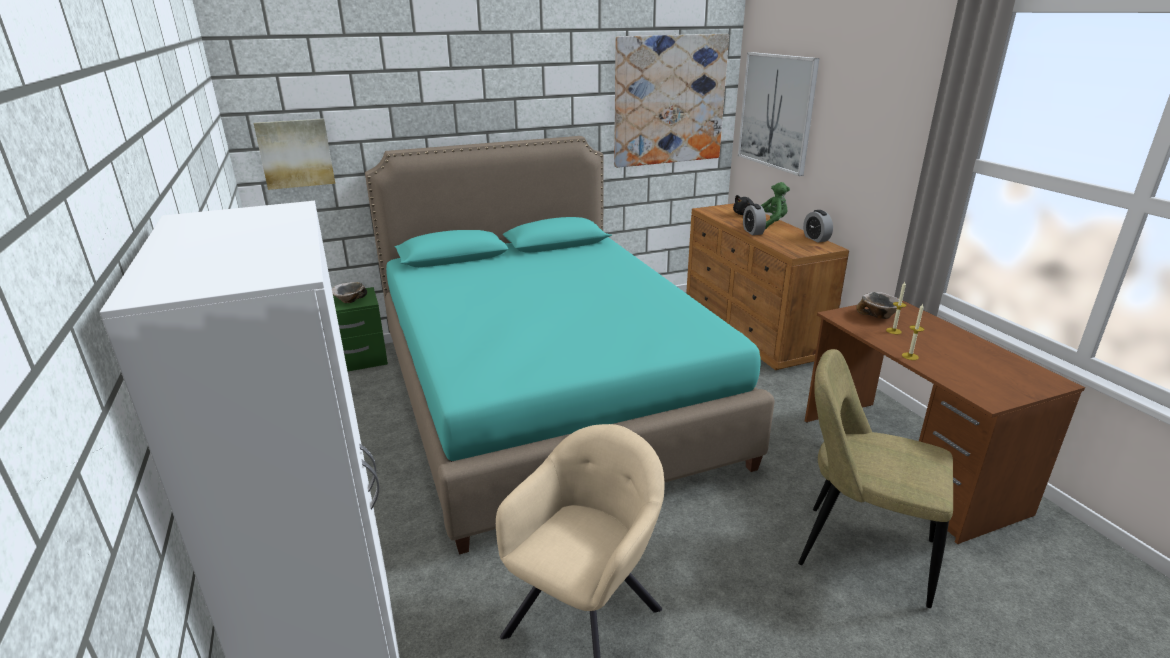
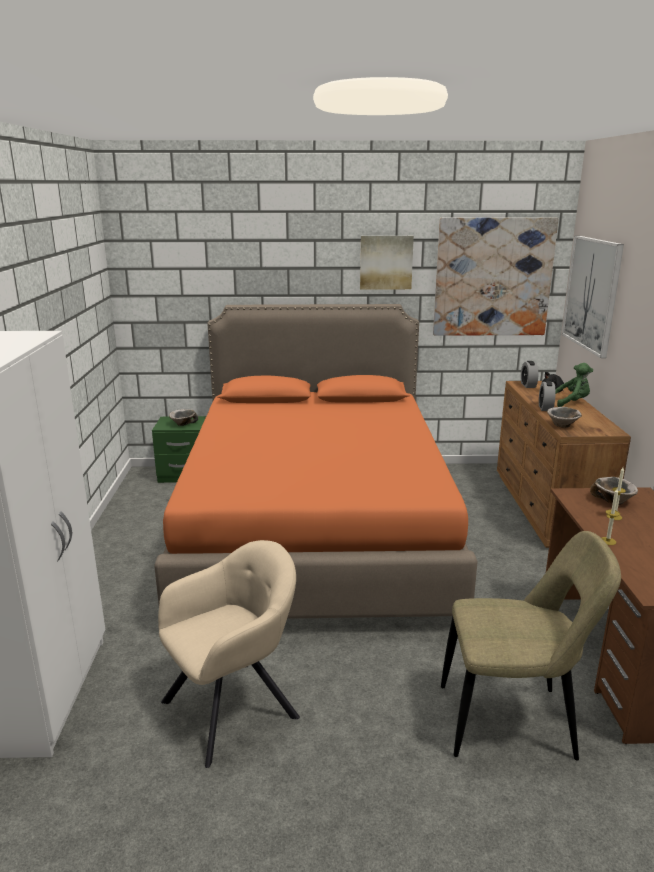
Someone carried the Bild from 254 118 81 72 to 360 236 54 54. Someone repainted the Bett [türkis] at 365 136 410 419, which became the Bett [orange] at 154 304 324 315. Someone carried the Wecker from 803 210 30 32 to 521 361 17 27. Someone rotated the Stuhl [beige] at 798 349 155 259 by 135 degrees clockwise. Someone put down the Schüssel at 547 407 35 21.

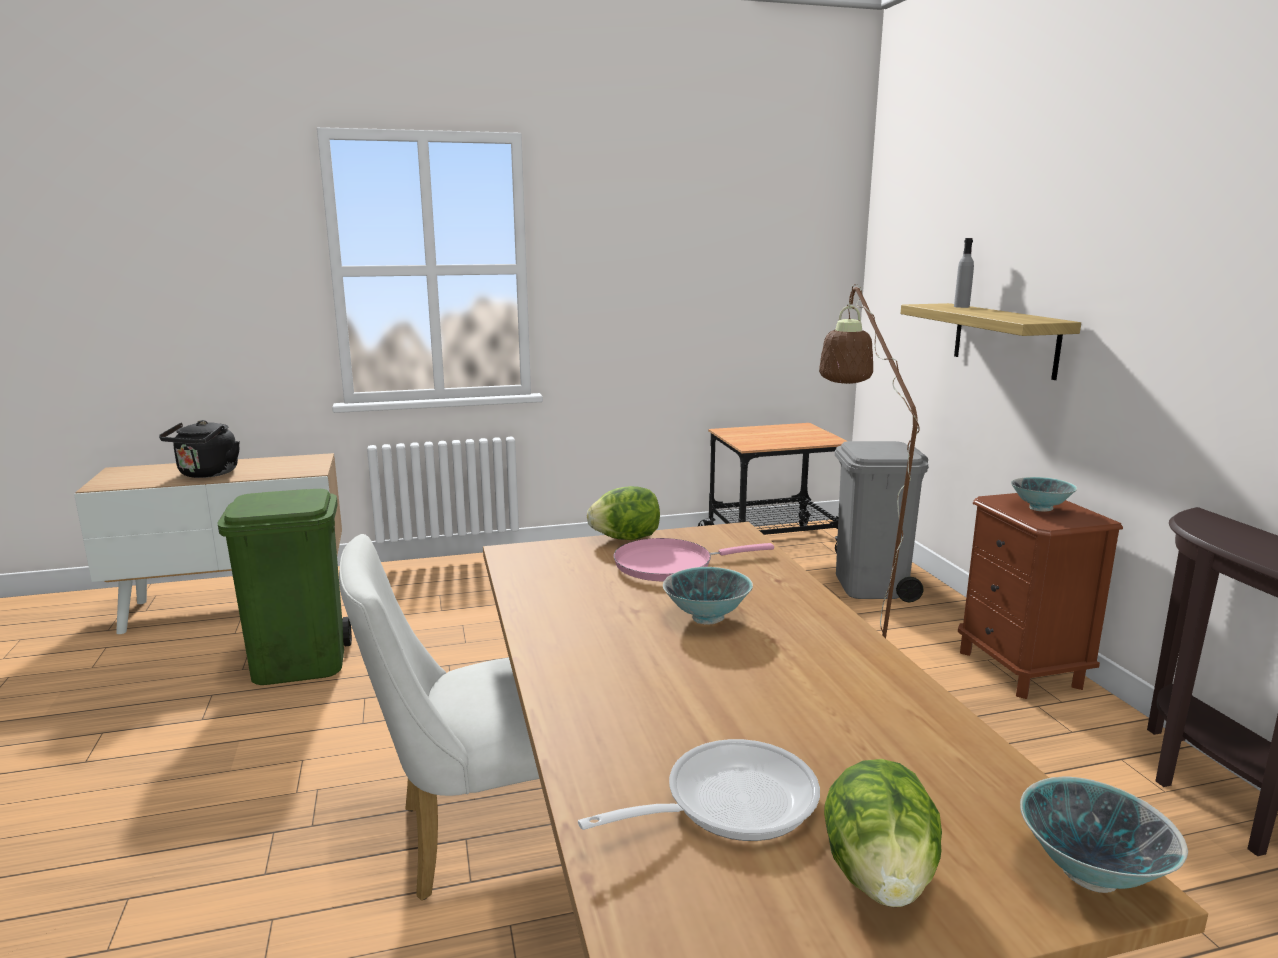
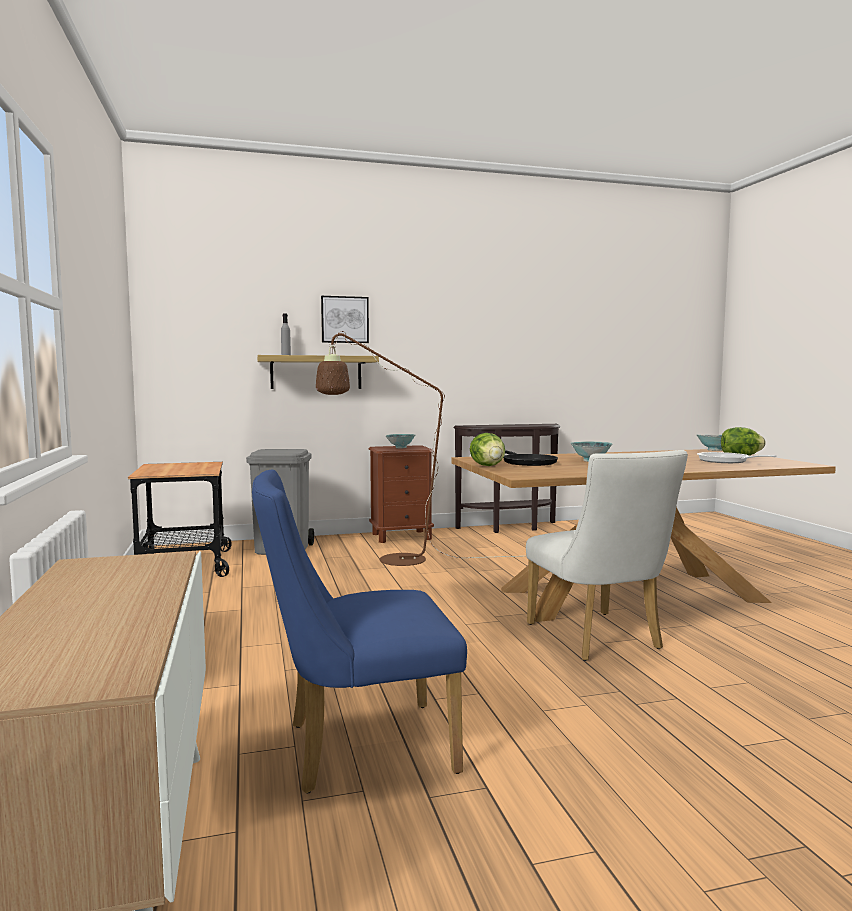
Someone took away the Wasserkessel [schwarz] at 159 420 81 58. Someone swapped the Mülleimer [grün] at 218 489 134 196 for the Stuhl [blau] at 252 469 215 324. Someone repainted the Pfanne [rosa] at 614 538 160 43, which became the Pfanne [schwarz] at 503 450 55 16. Someone put up the Bild at 321 296 48 47.

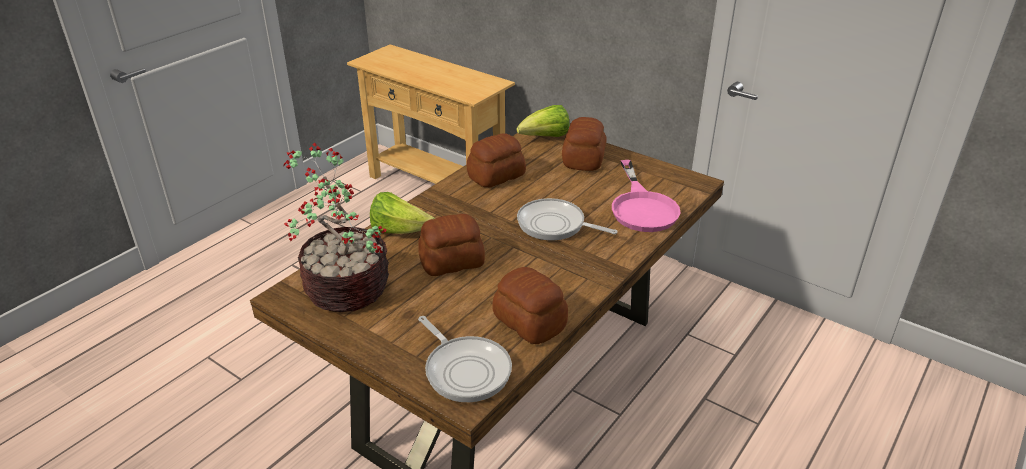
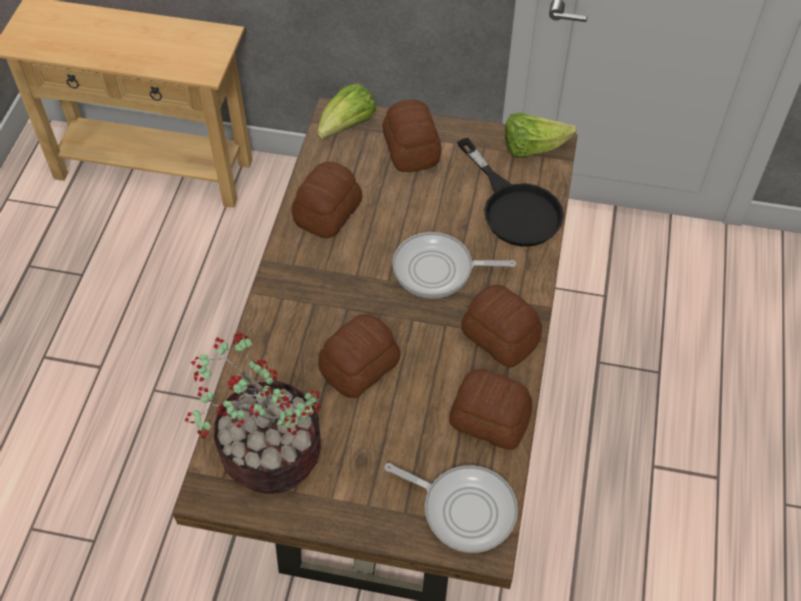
Someone repainted the Pfanne [rosa] at 612 160 69 72, which became the Pfanne [schwarz] at 457 138 107 109. Someone carried the Salatkopf from 370 192 66 42 to 505 112 72 46. Someone put down the Brot at 461 285 81 82.

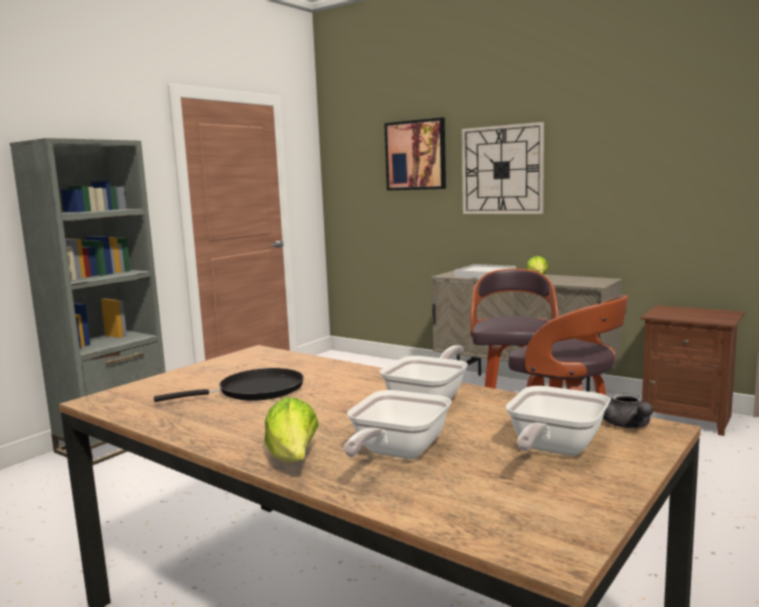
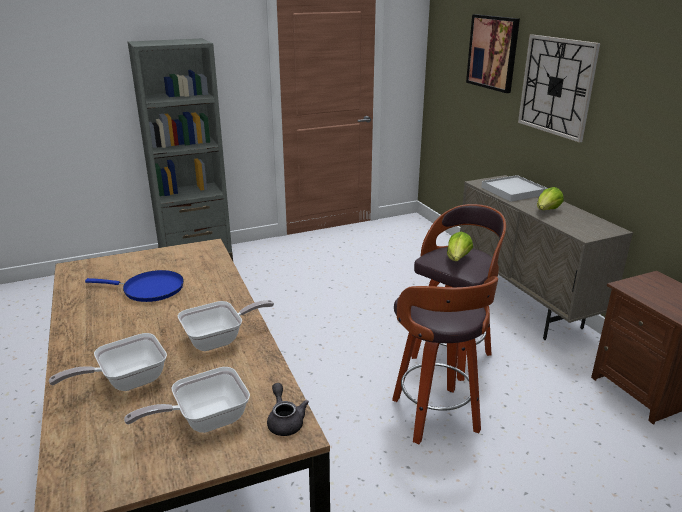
Someone repainted the Pfanne [schwarz] at 154 368 150 34, which became the Pfanne [blau] at 85 270 99 32. Someone rotated the Teekanne [grau] at 603 393 50 35 by 135 degrees clockwise. Someone carried the Salatkopf from 264 397 55 65 to 447 232 26 29.

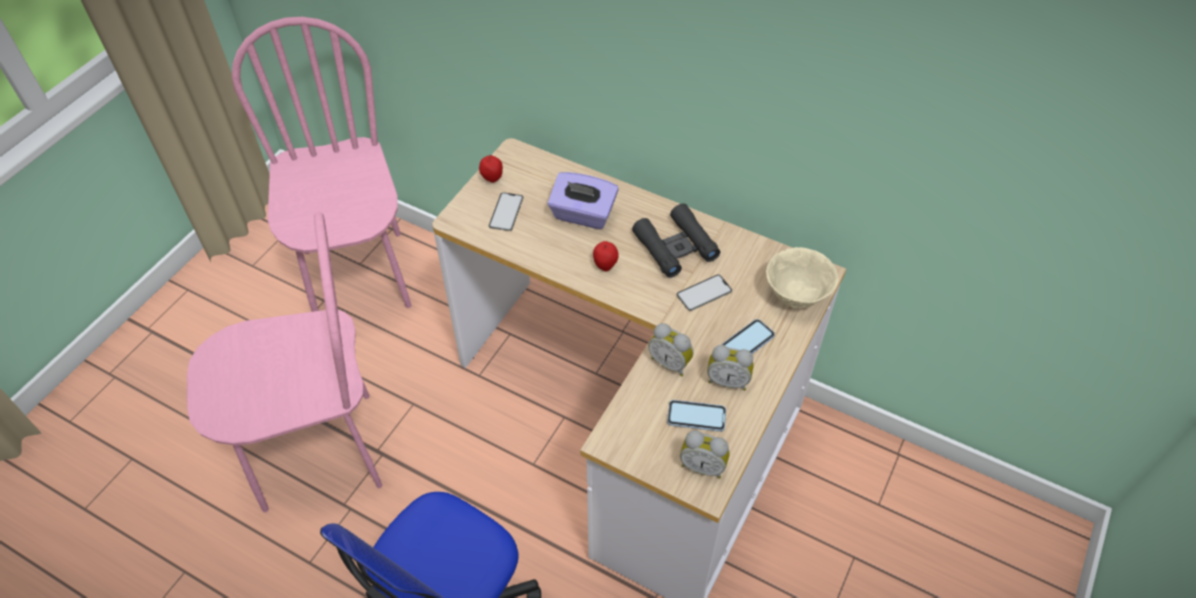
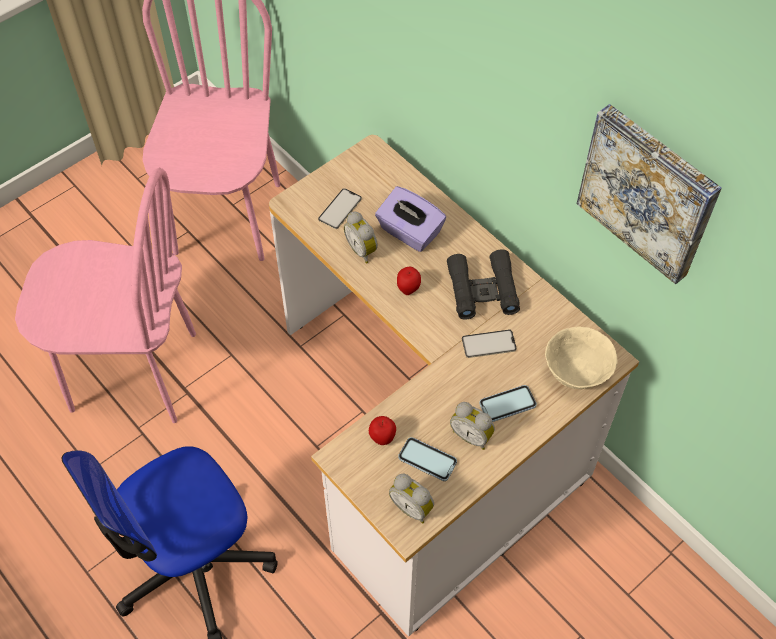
Someone carried the Apfel from 479 155 24 28 to 369 416 27 29. Someone carried the Wecker from 648 323 46 53 to 344 212 34 52. Someone put up the Bild at 577 104 145 180.

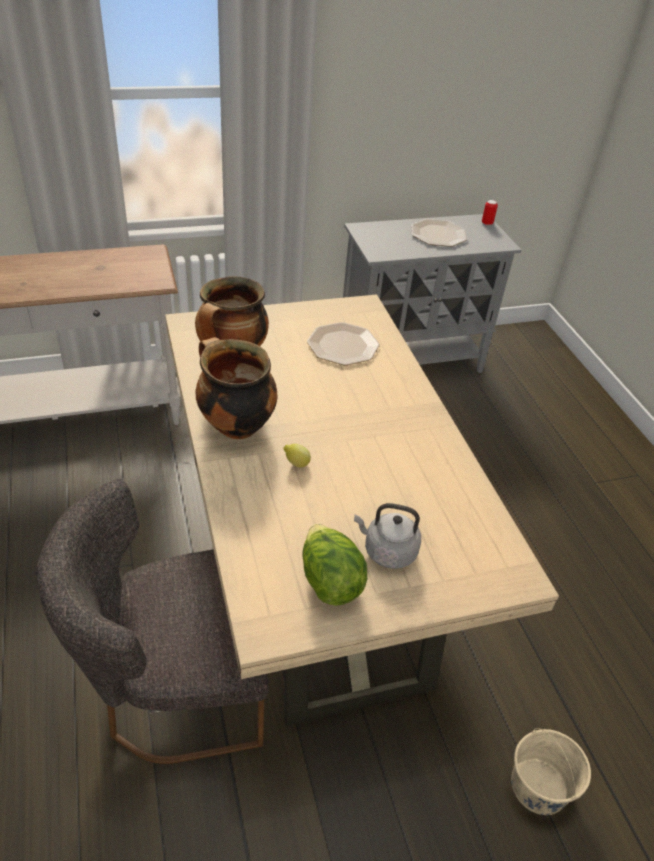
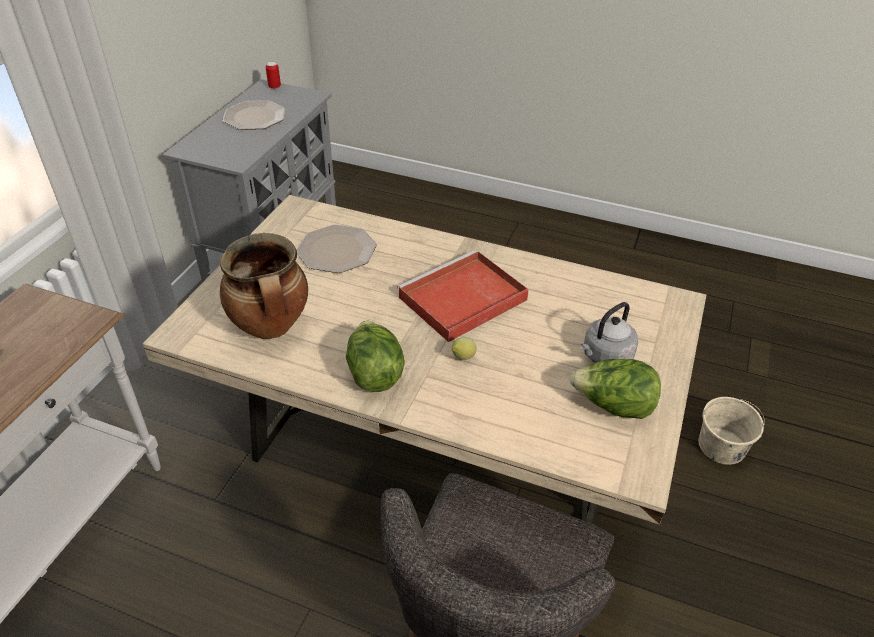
Someone swapped the Kochtopf at 195 337 82 102 for the Salatkopf at 346 321 59 71. Someone put down the Tablett [rot] at 397 250 132 92.

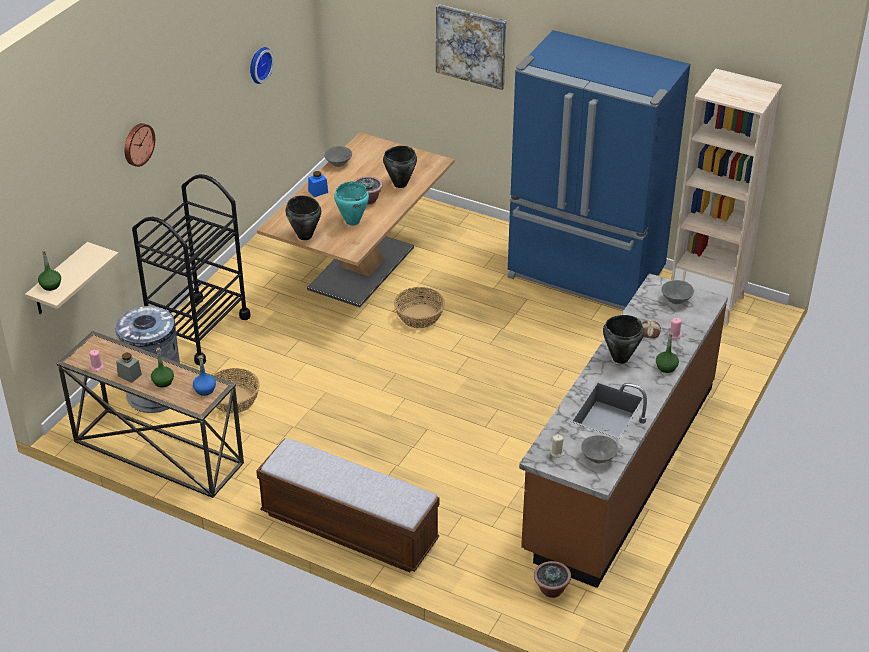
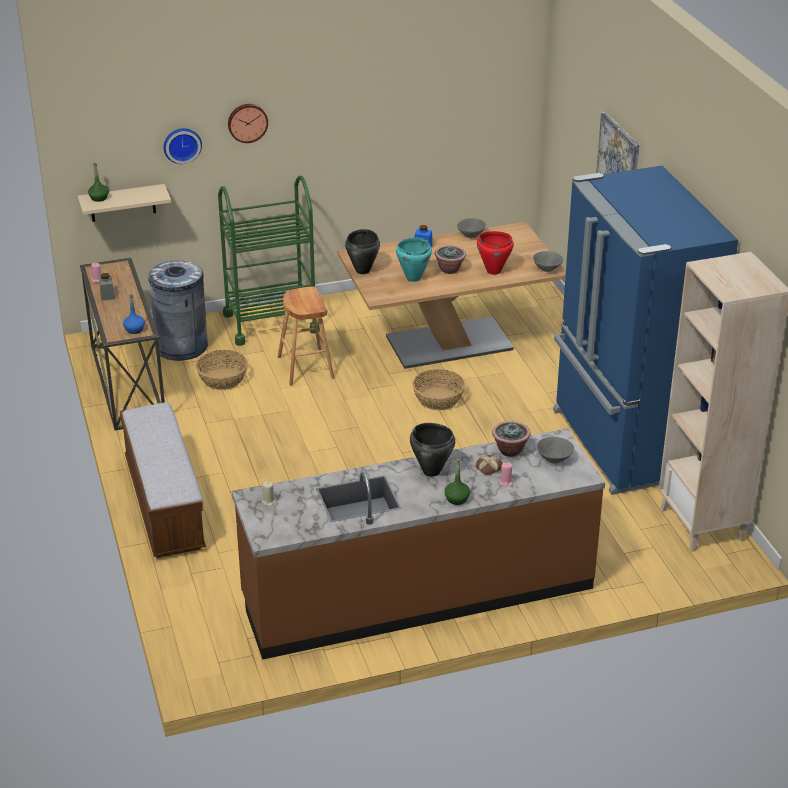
Someone carried the Wanduhr from 250 47 24 37 to 164 128 38 36. Someone repainted the Kochtopf [schwarz] at 383 146 34 42, which became the Kochtopf [rot] at 477 231 37 44. Someone repainted the Rollwagen [schwarz] at 132 174 119 191, which became the Rollwagen [grün] at 218 176 102 170. Someone took away the Flasche [grün] at 151 347 23 40. Someone carried the Schüssel [grau] from 581 435 37 28 to 533 251 31 21. Someone carried the Topfpflanze from 534 561 37 37 to 492 421 38 36. Someone put down the Hocker [braun] at 278 286 56 100.

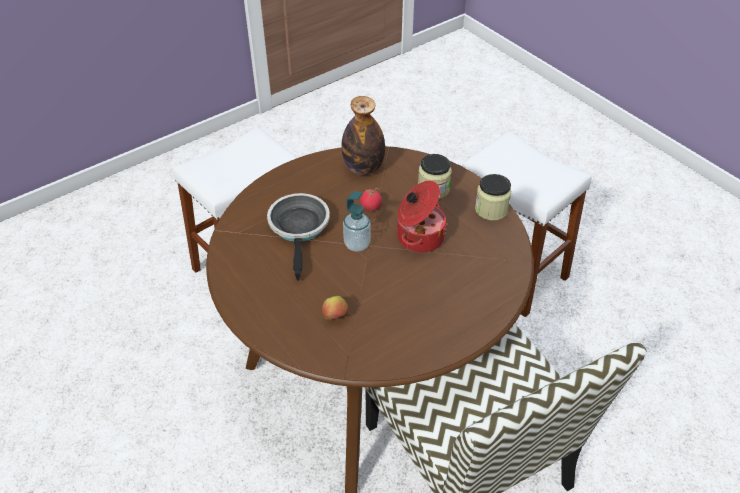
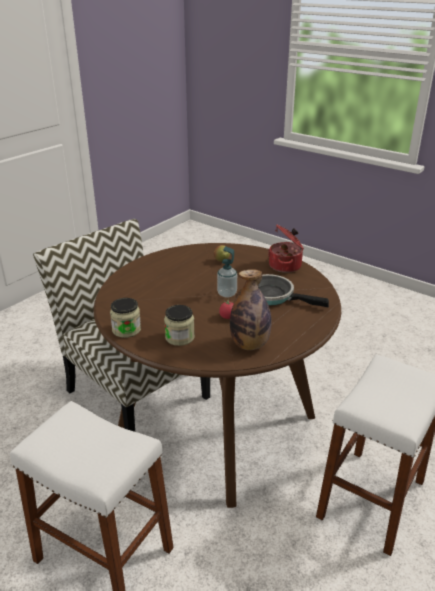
Someone carried the Kochtopf from 397 181 51 72 to 268 224 36 49. Someone rotated the Pfanne at 267 193 63 88 by 135 degrees clockwise.

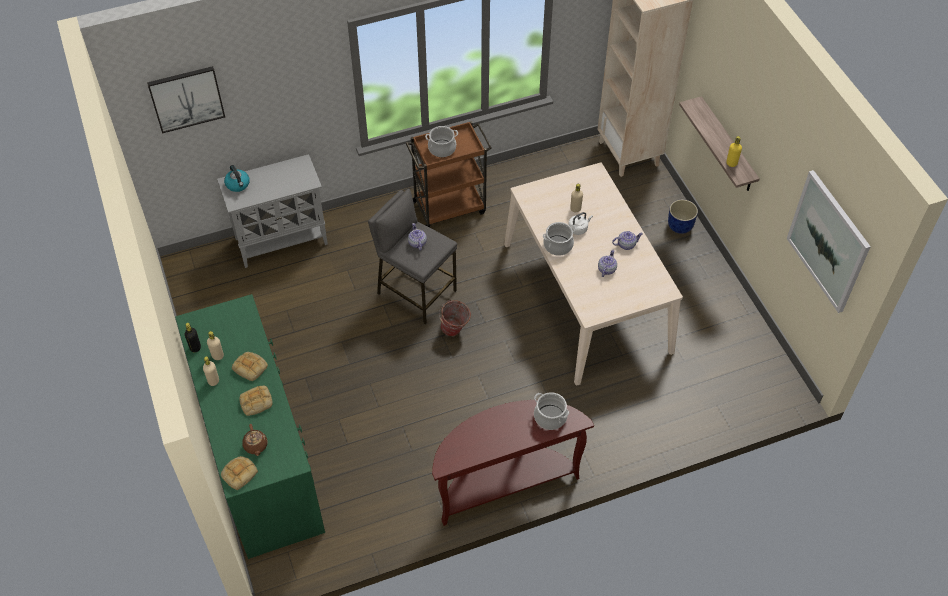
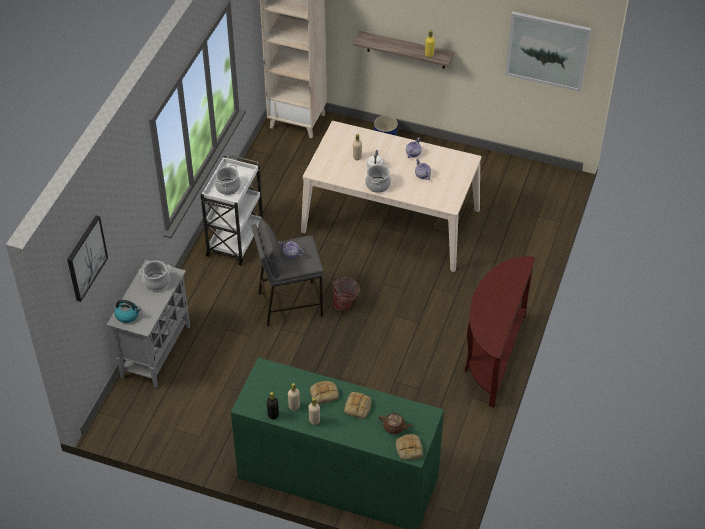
Someone repainted the Rollwagen [braun] at 406 121 86 106, which became the Rollwagen [weiß] at 201 154 62 111. Someone carried the Kochtopf from 534 392 35 38 to 139 261 32 30.

